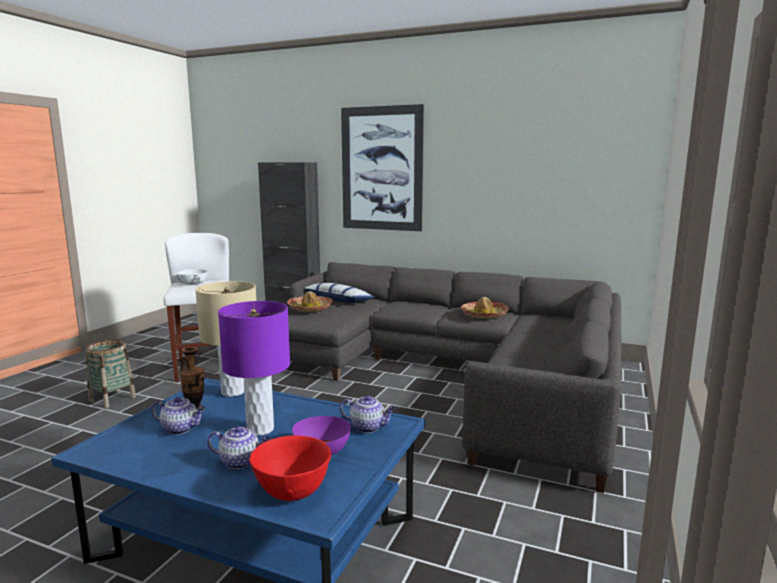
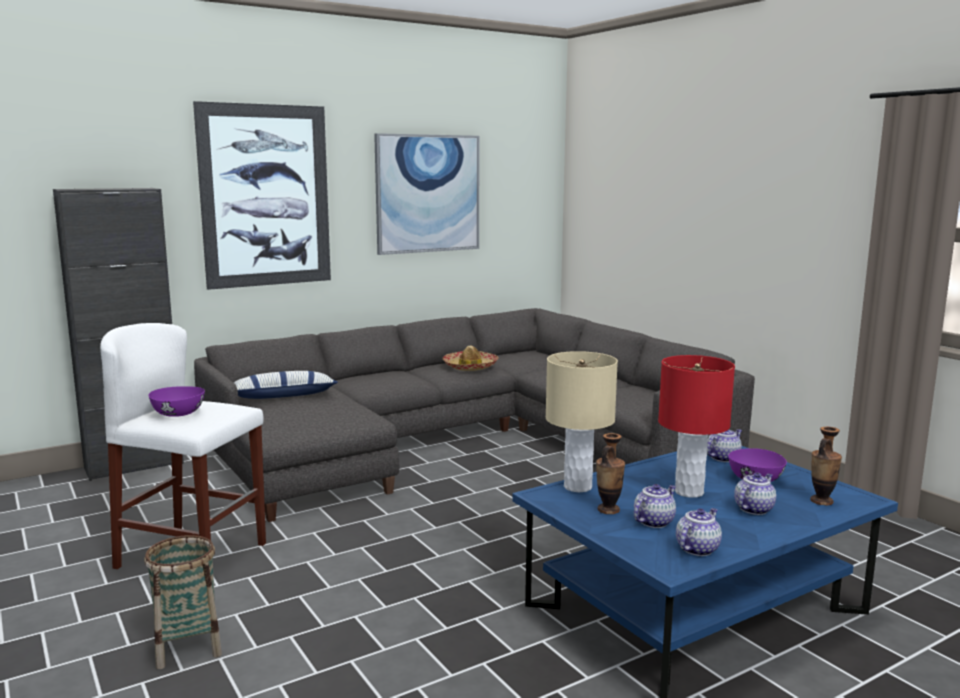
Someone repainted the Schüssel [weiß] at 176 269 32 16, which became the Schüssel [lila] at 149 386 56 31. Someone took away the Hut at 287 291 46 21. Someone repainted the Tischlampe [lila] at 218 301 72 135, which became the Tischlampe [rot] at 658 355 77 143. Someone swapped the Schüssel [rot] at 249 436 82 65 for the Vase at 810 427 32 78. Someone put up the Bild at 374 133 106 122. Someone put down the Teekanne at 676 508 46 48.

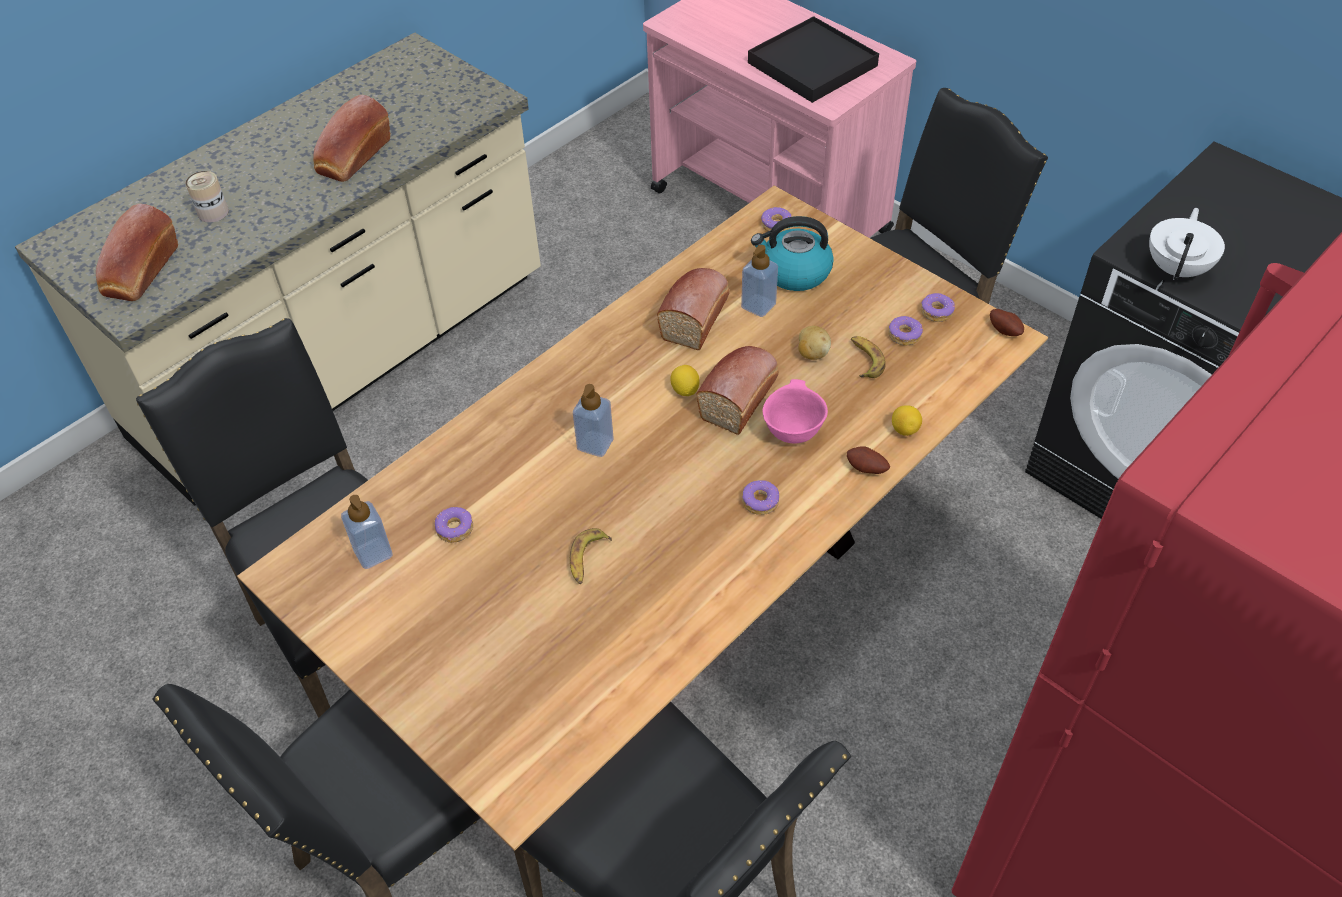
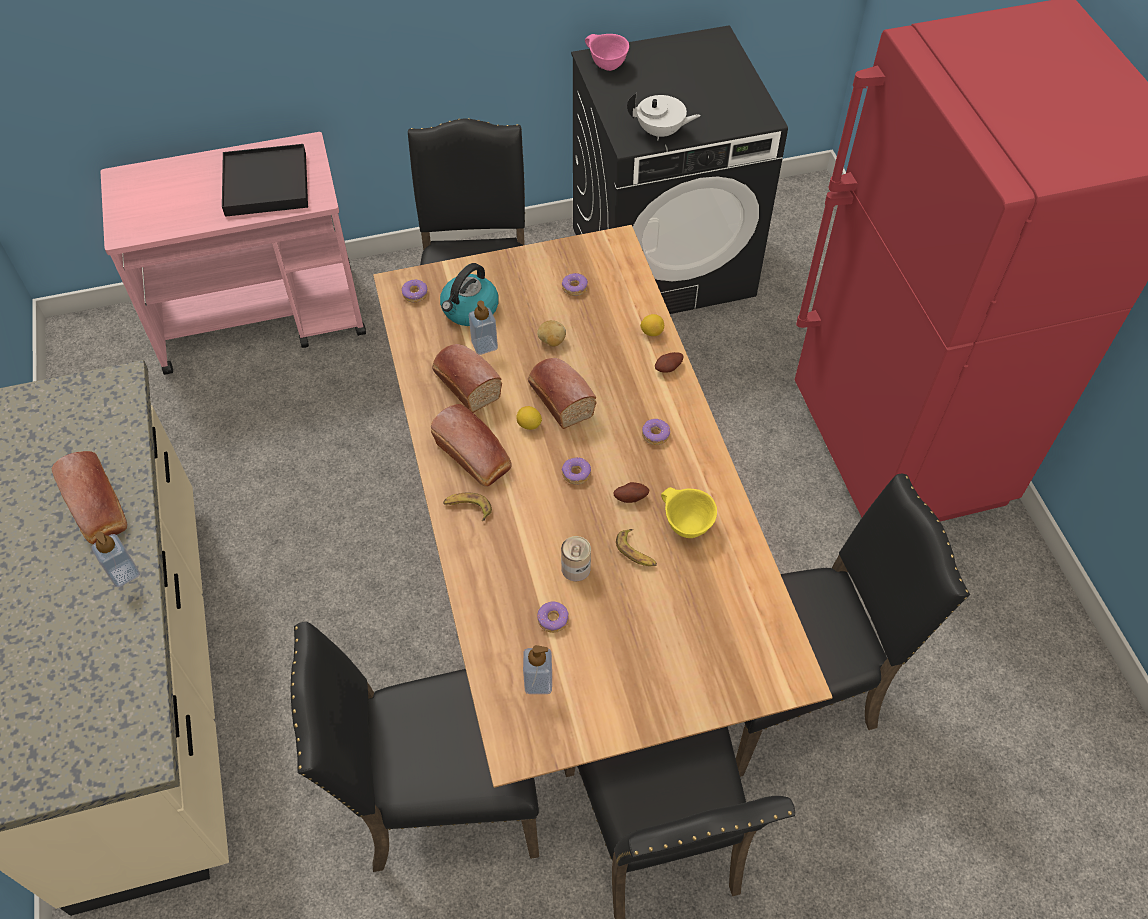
Someone carried the Dose from 185 171 44 52 to 561 536 30 45. Someone carried the Brot from 96 204 82 97 to 431 404 81 83. Someone rotated the Teekanne [weiß] at 1149 208 76 72 by 135 degrees clockwise. Someone carried the Donut from 921 293 34 29 to 561 457 30 28. Someone carried the Kartoffel from 990 309 34 27 to 613 482 36 21. Someone carried the Banane from 851 336 35 42 to 443 492 49 29. Someone carried the Schüssel [rosa] from 763 379 65 65 to 585 34 44 37. Someone carried the Seifenspender from 573 384 40 73 to 91 532 49 55. Someone put down the Schüssel [gelb] at 661 487 56 51.

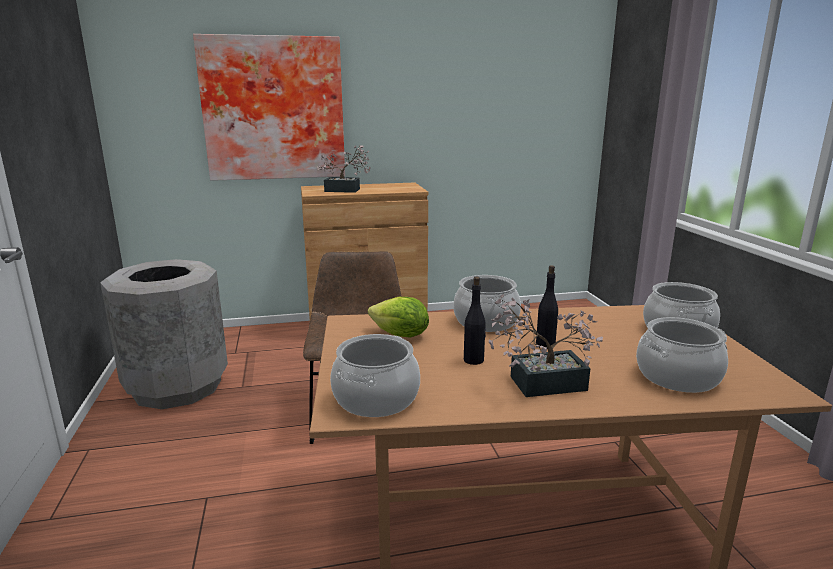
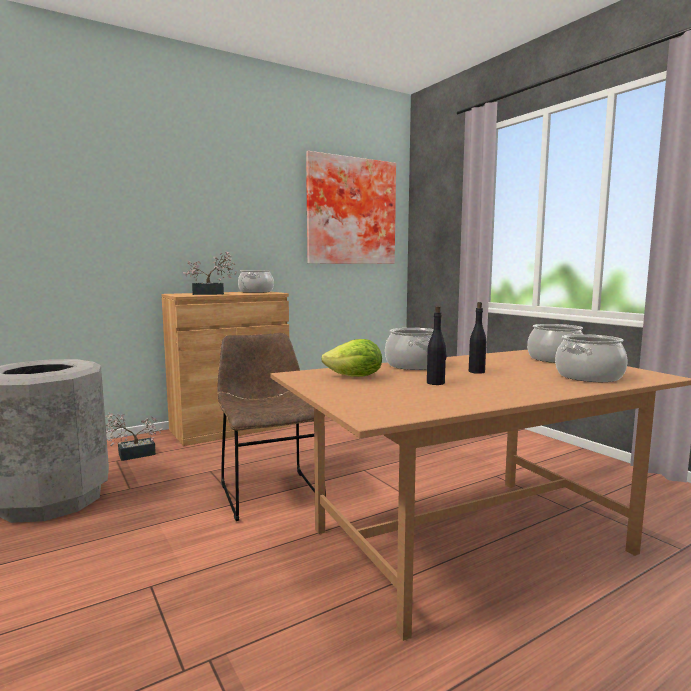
Someone carried the Bild from 193 34 152 147 to 306 151 90 113. Someone carried the Topfpflanze from 489 294 114 103 to 105 412 58 49. Someone carried the Kochtopf from 330 334 90 83 to 238 270 36 23.

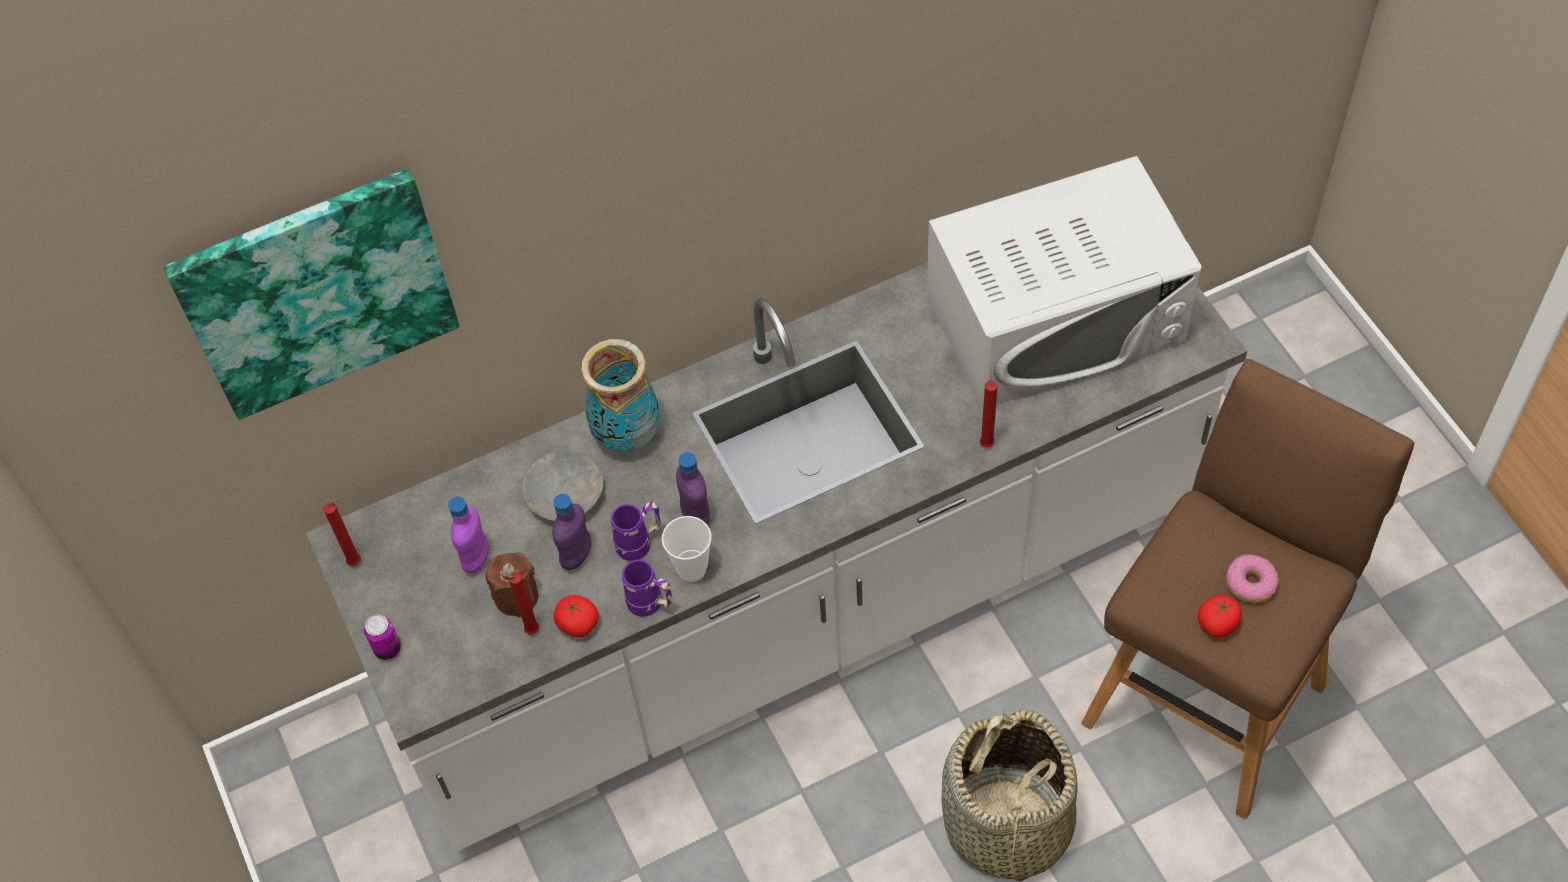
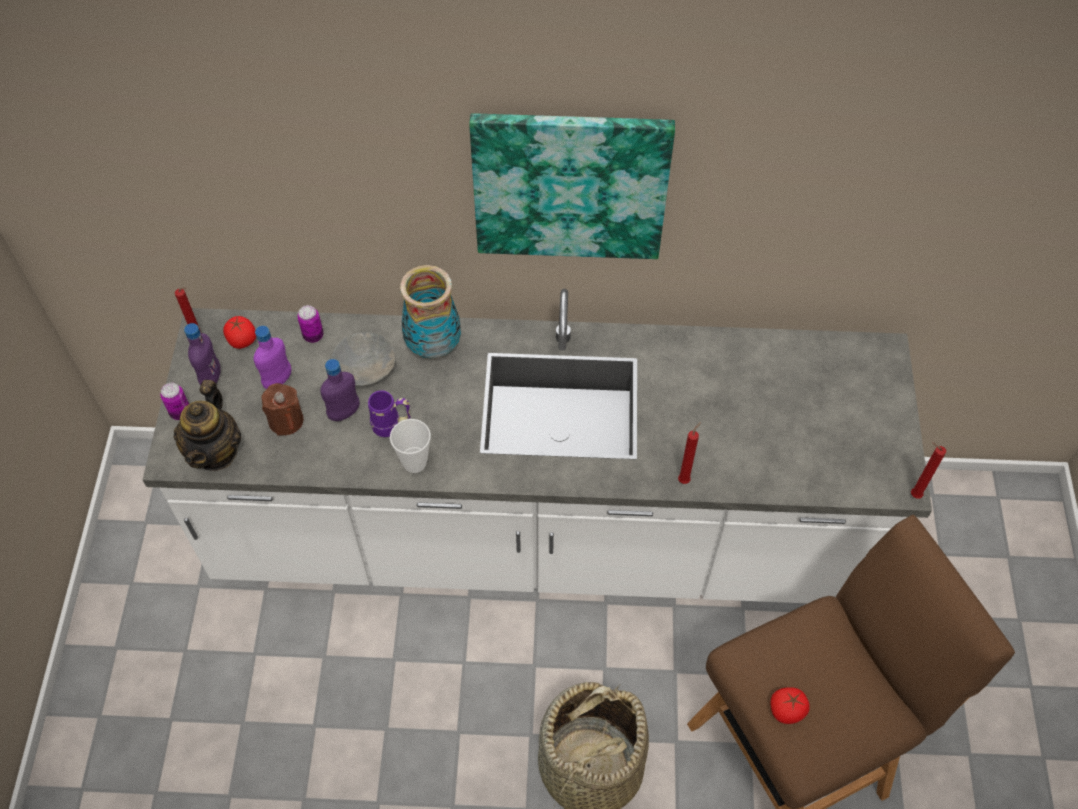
Someone took away the Mikrowelle [weiß] at 927 156 275 252. Someone carried the Bild from 163 168 297 252 to 469 113 206 146. Someone carried the Flasche [lila] from 676 452 34 73 to 184 323 37 63. Someone took away the Donut at 1226 554 53 49. Someone took away the Henkelbecher [lila] at 622 560 50 57. Someone carried the Kerze [rot] from 500 572 39 63 to 911 442 35 57. Someone carried the Tomate from 554 595 45 42 to 223 316 33 33. Someone put down the Dose at 297 305 27 38. Someone put down the Teekanne at 174 380 67 91.

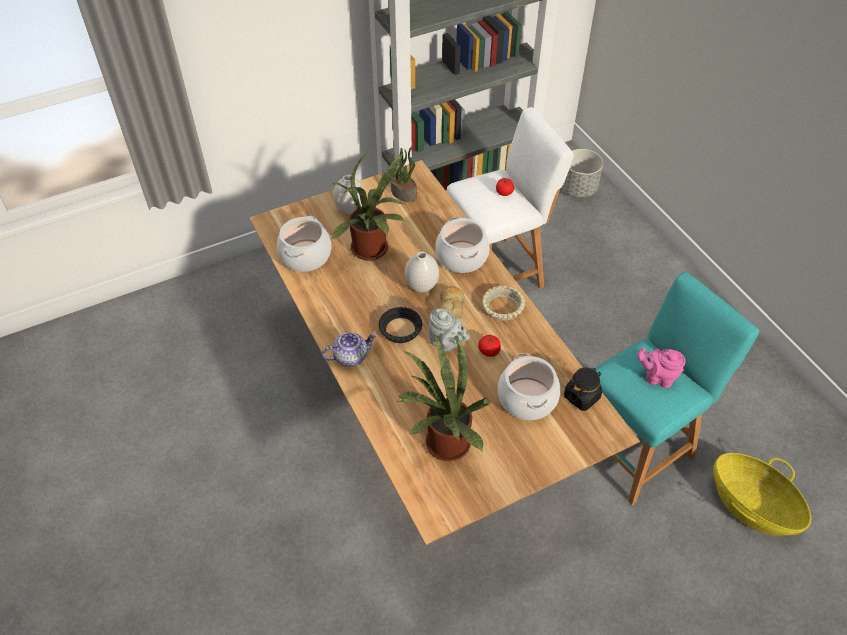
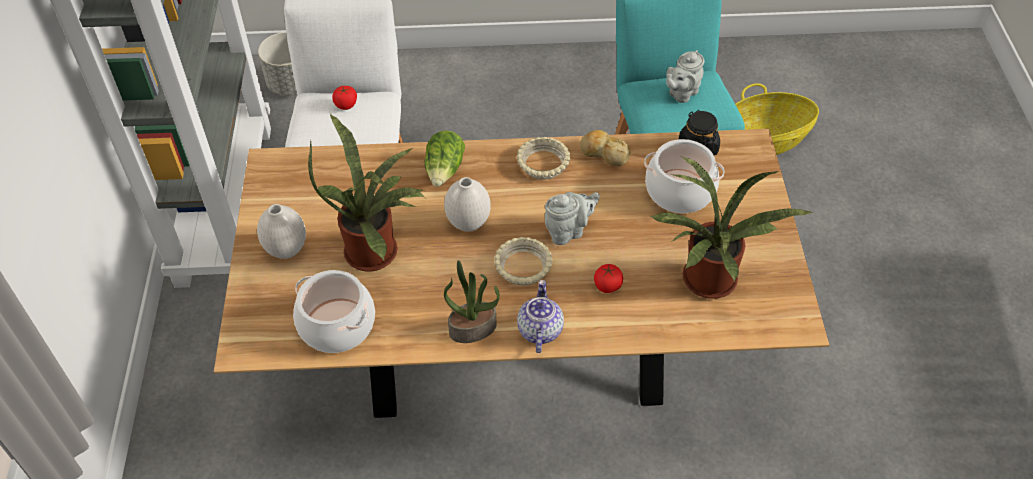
Someone carried the Topfpflanze from 391 145 26 57 to 444 260 56 83. Someone swapped the Kochtopf at 435 217 55 56 for the Salatkopf at 424 130 41 57. Someone carried the Brot from 439 286 26 34 to 580 130 51 36. Someone repainted the Schüssel [schwarz] at 378 307 45 36, which became the Schüssel [beige] at 494 237 59 48. Someone carried the Tomate from 478 335 23 22 to 594 264 29 29. Someone repainted the Teekanne [rosa] at 637 347 49 41, which became the Teekanne [grau] at 666 50 38 53.

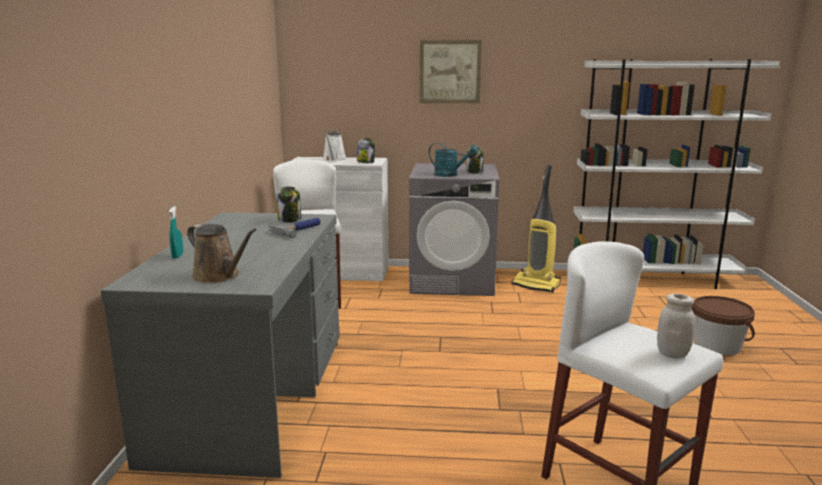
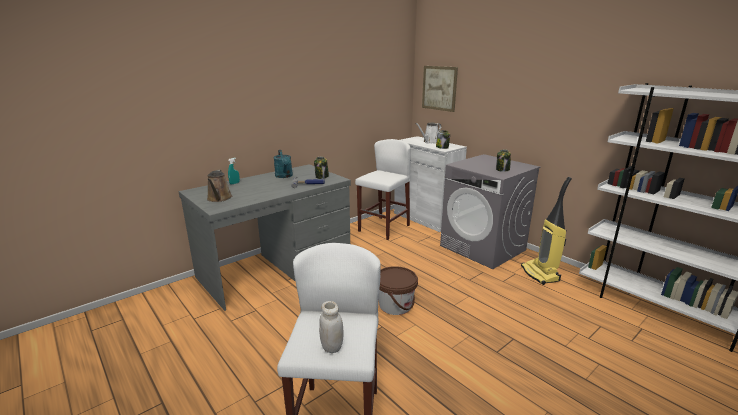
Someone carried the Bild from 420 40 62 63 to 422 66 36 46. Someone carried the Gießkanne [türkis] from 429 143 50 34 to 273 150 20 28. Someone carried the Eimer [braun] from 692 296 63 60 to 379 266 39 49.

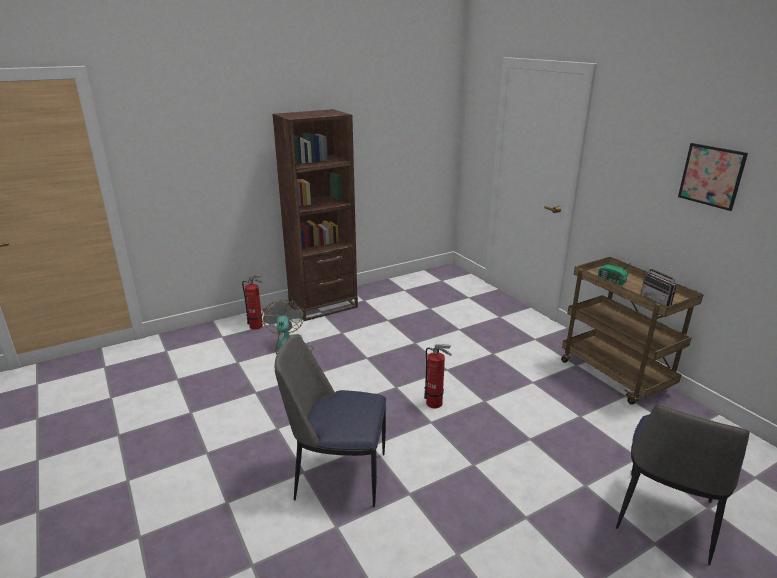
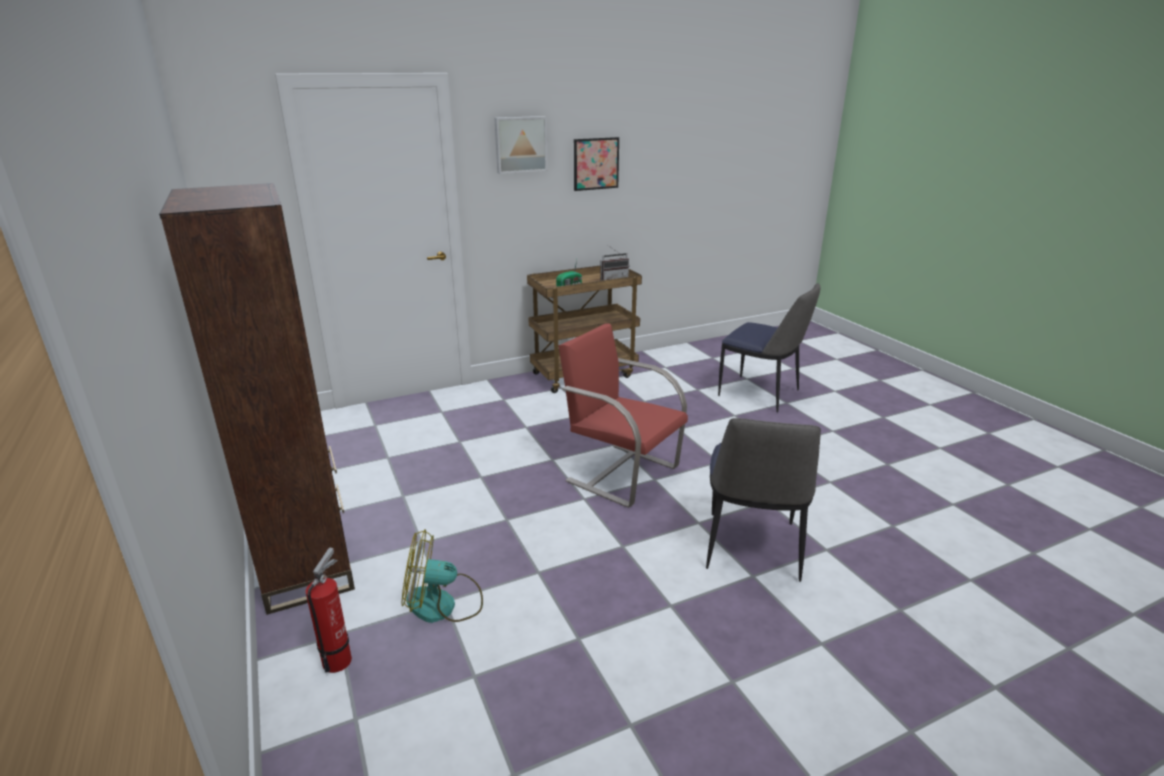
Someone swapped the Feuerlöscher at 424 344 28 64 for the Stuhl [rot] at 558 323 130 185. Someone put up the Bild at 494 116 54 58.

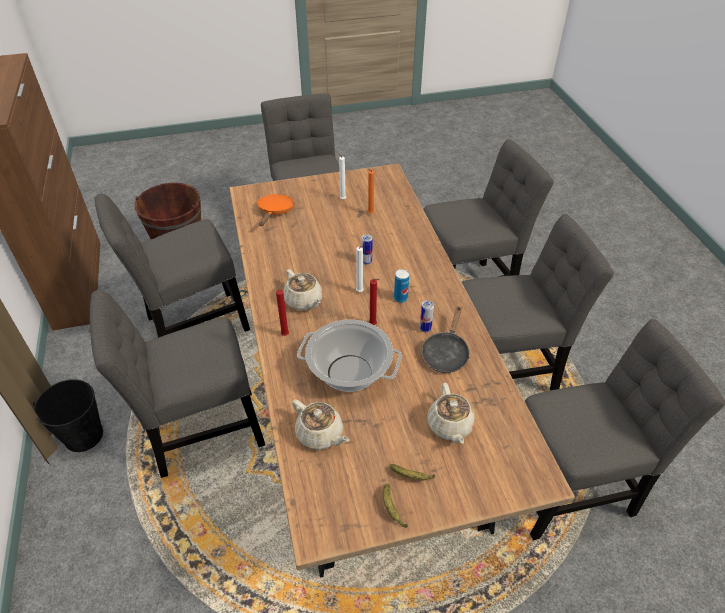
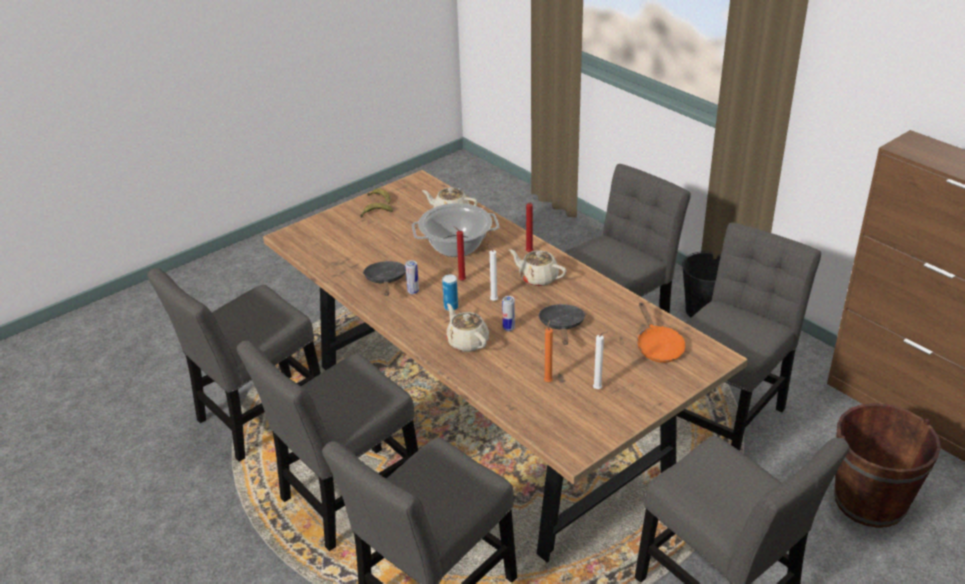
Someone carried the Teekanne [beige] from 428 383 47 61 to 446 303 43 49. Someone put down the Pfanne [schwarz] at 538 304 48 41.

